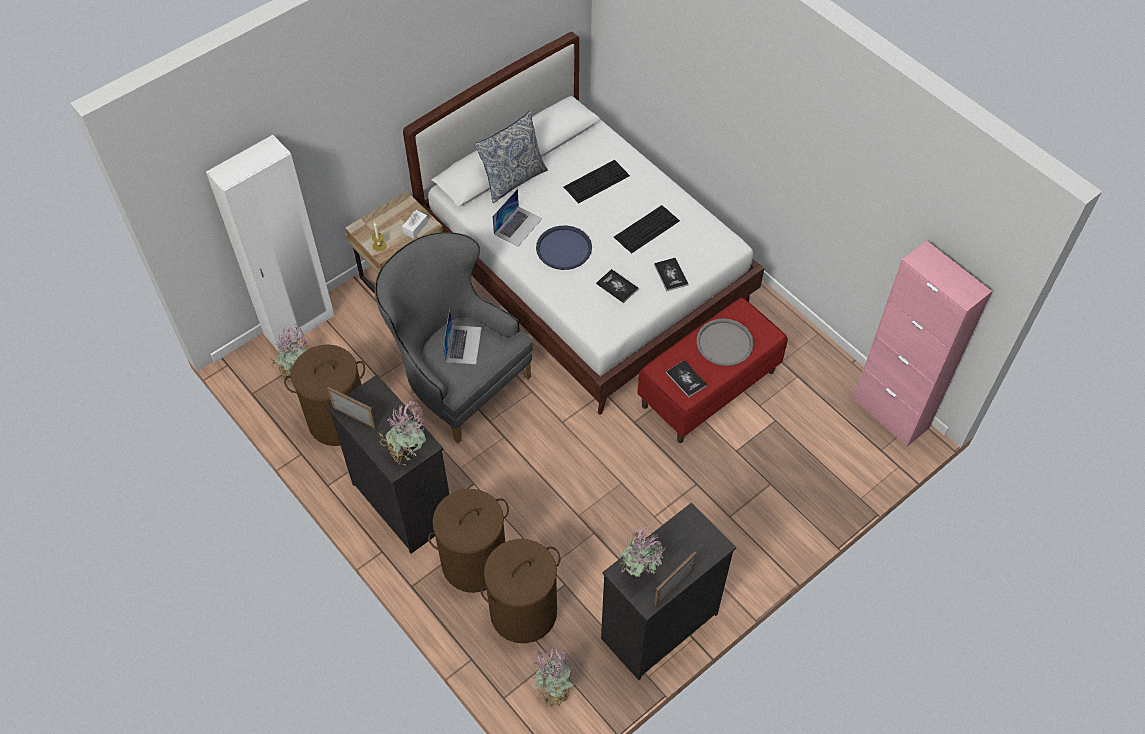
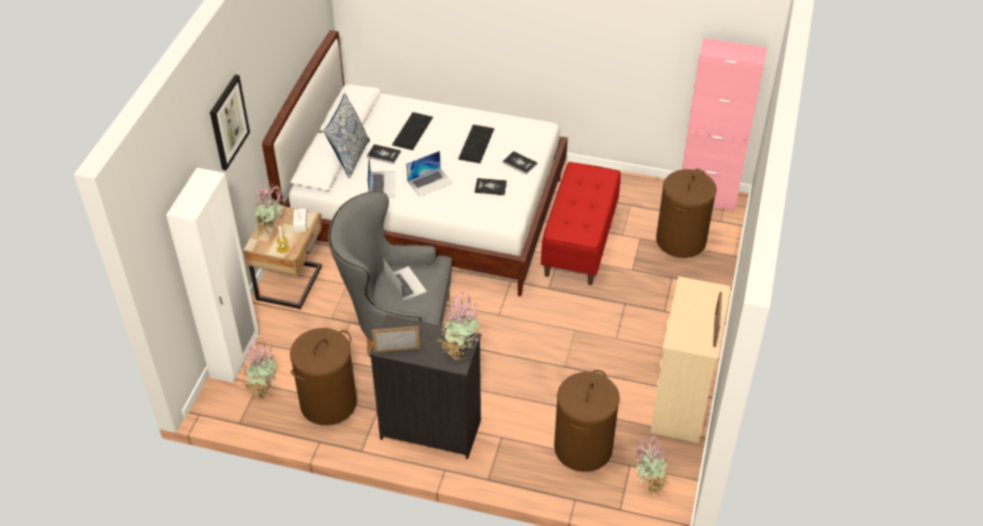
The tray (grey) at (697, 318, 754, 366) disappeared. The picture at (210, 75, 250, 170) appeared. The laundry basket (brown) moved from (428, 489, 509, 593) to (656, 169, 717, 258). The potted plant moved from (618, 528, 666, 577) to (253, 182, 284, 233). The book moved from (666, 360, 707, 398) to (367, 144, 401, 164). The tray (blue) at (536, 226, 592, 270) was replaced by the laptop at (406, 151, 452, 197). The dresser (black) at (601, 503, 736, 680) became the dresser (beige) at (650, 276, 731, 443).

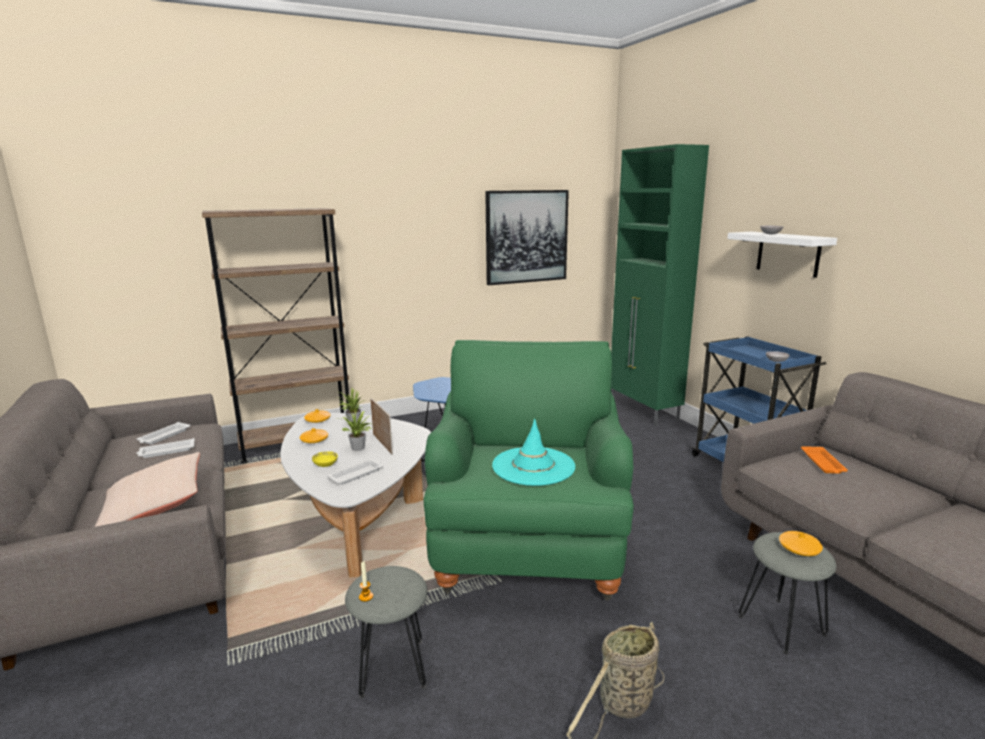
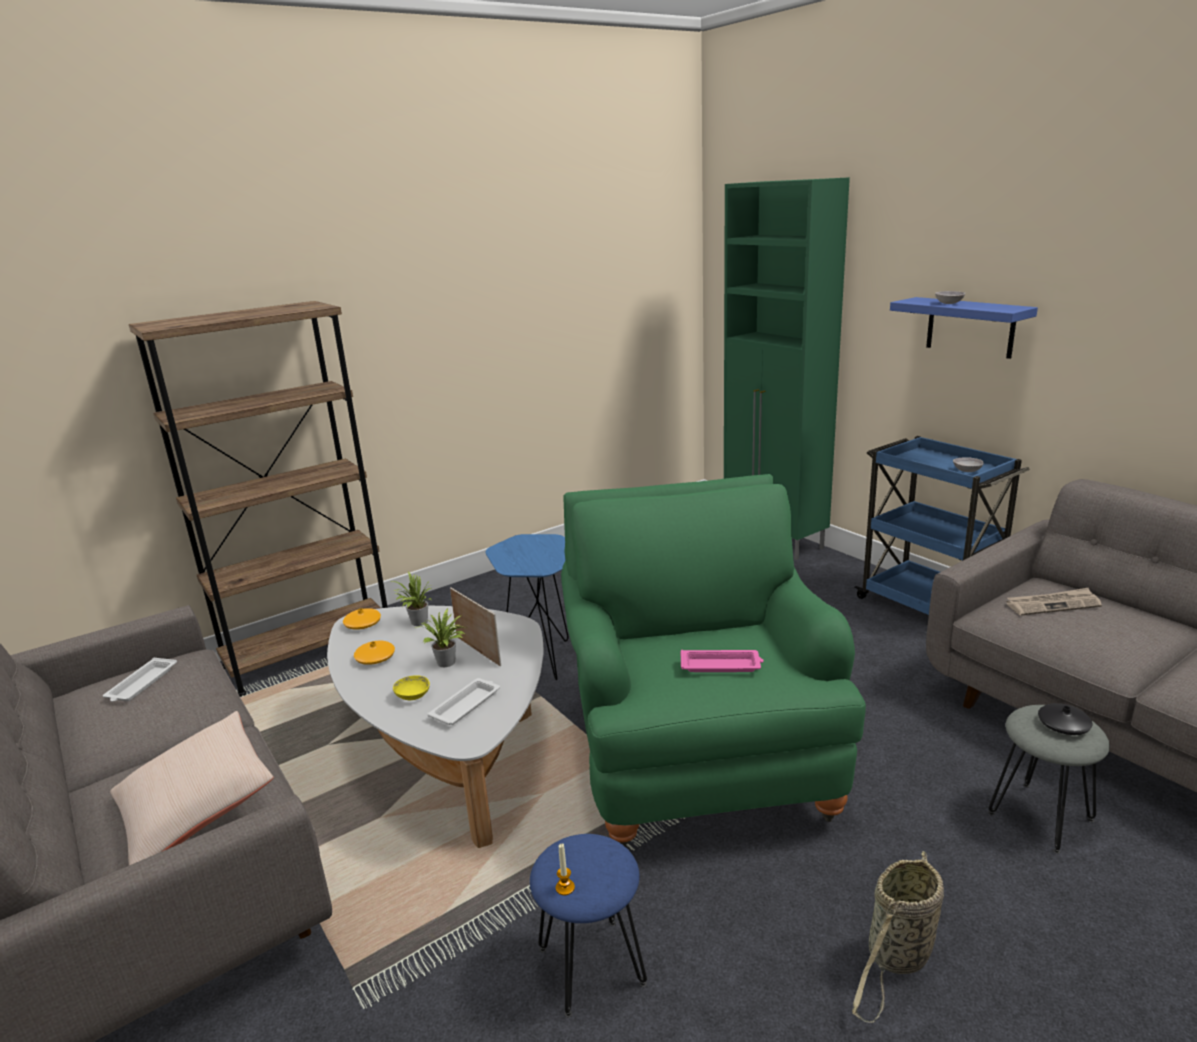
The tray (white) at (136, 438, 195, 458) disappeared. The picture at (485, 190, 569, 285) disappeared. The hat (turquoise) at (492, 419, 575, 486) was replaced by the tray (pink) at (681, 650, 764, 672). The tray (orange) at (801, 446, 848, 474) was replaced by the newspaper at (1006, 588, 1102, 616). The stool (grey) at (345, 566, 427, 699) became the stool (blue) at (530, 834, 647, 1018). The shelf (white) at (727, 232, 837, 278) became the shelf (blue) at (890, 297, 1038, 359). The vase (orange) at (779, 531, 823, 556) became the vase (black) at (1038, 703, 1092, 735).

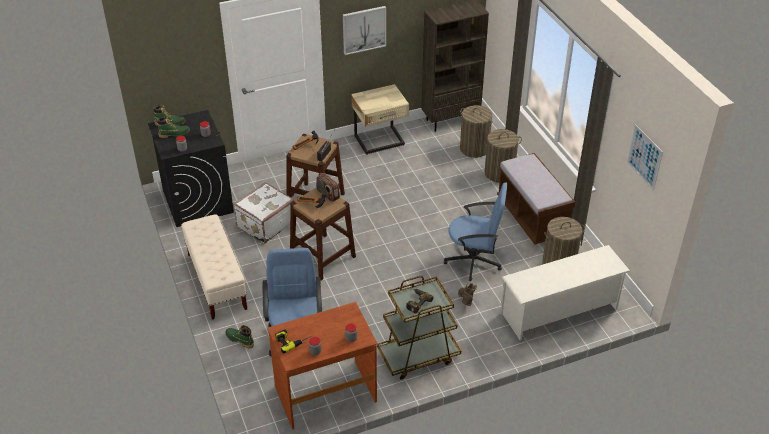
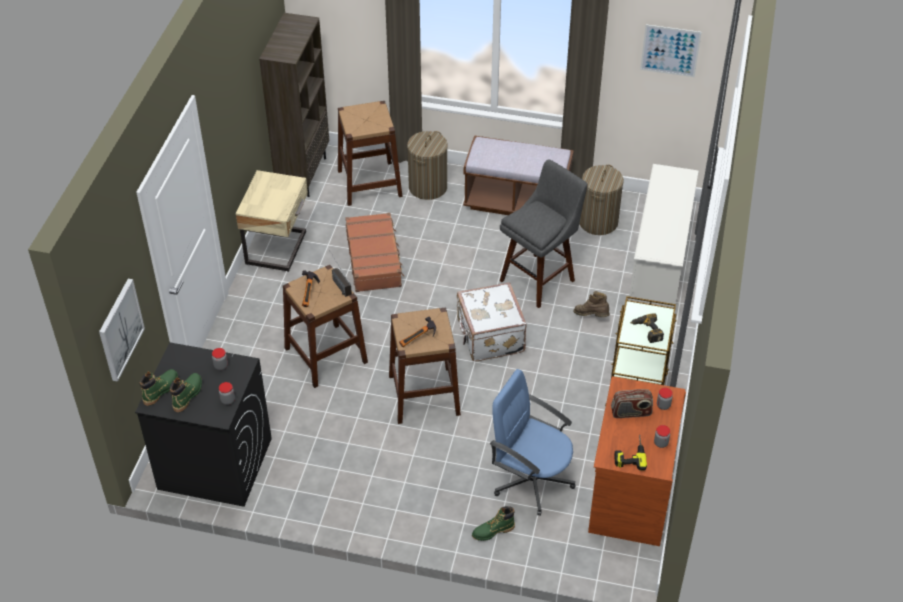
The bench (beige) at (181, 214, 247, 319) disappeared. The suitcase (brown) at (345, 213, 405, 292) appeared. The suitcase (white) moved from (233, 182, 294, 244) to (457, 282, 527, 361). The radio moved from (316, 173, 340, 202) to (611, 389, 653, 418). The picture moved from (343, 6, 386, 55) to (99, 279, 145, 382). The office chair (blue) at (444, 182, 508, 281) was replaced by the stool (grey) at (500, 159, 588, 308). The laundry basket at (460, 105, 493, 158) was replaced by the stool (brown) at (338, 101, 403, 206).

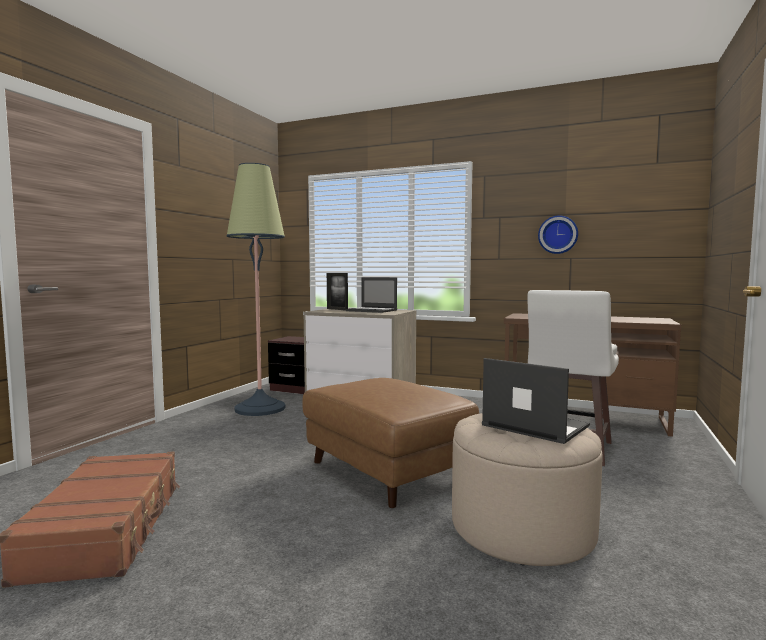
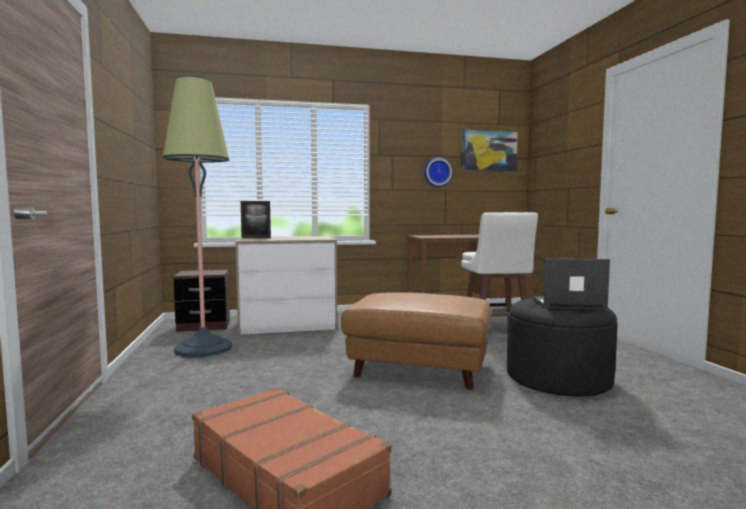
The laptop at (346, 277, 397, 313) disappeared. The picture at (461, 130, 518, 172) appeared. The ottoman (beige) at (452, 413, 602, 566) became the ottoman (black) at (507, 298, 617, 396).

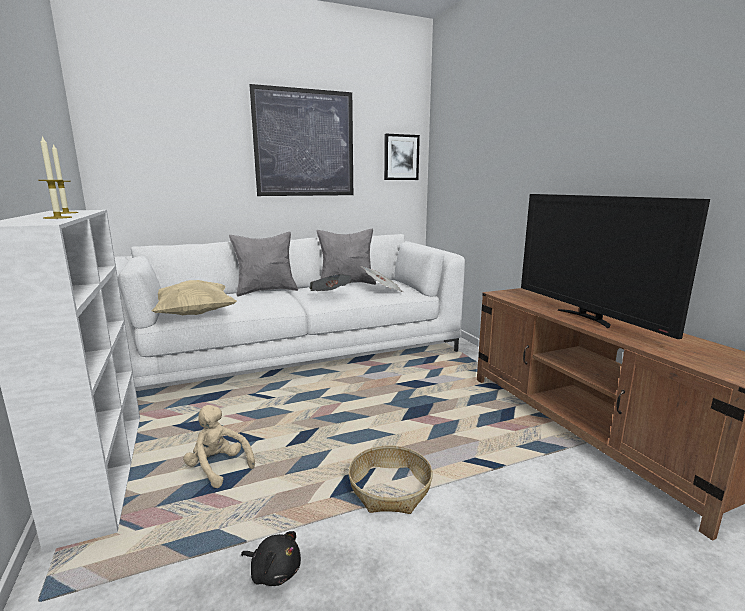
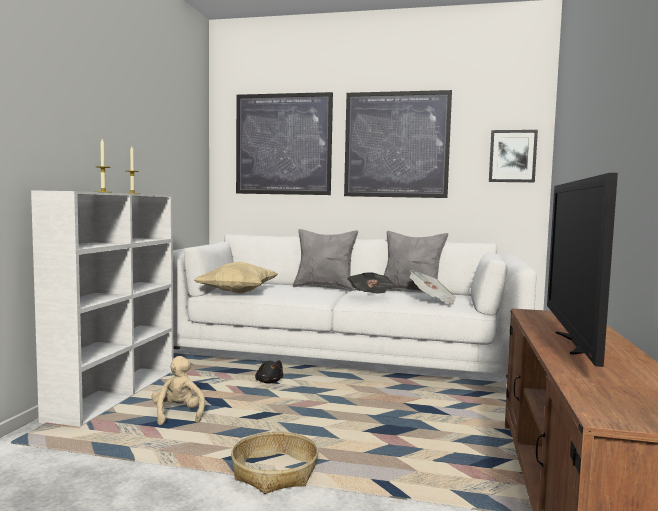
The picture at (236, 92, 333, 195) appeared. The plush toy (black) moved from (241, 531, 301, 586) to (255, 360, 283, 384).

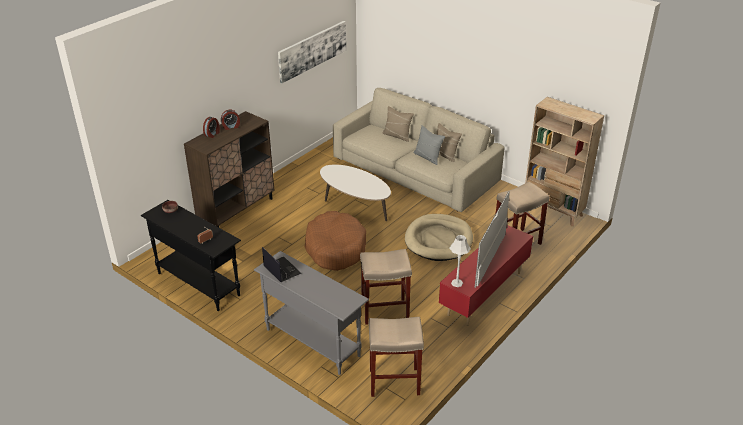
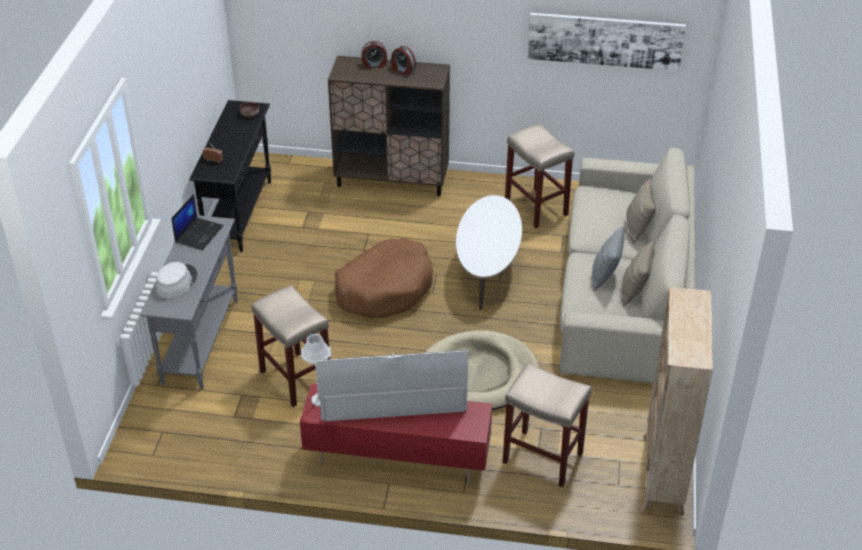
The hat (grey) at (156, 262, 197, 299) appeared. The stool (beige) moved from (369, 317, 424, 397) to (505, 124, 574, 229).

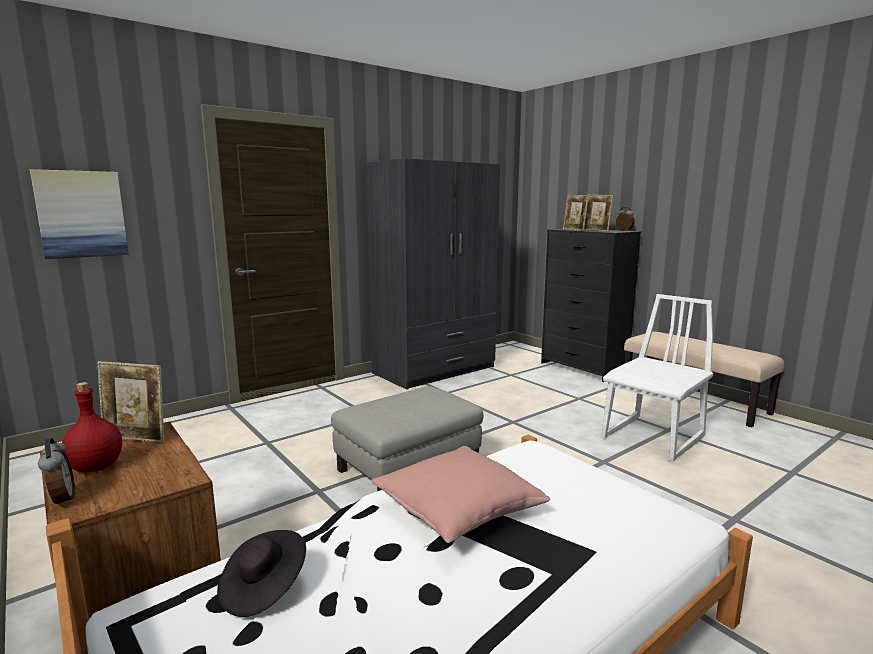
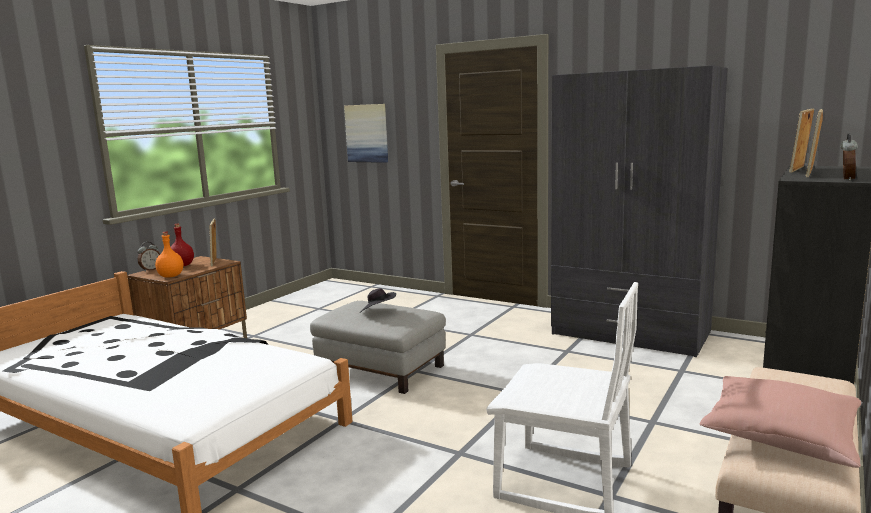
The bottle (orange) at (155, 232, 183, 278) appeared. The hat (black) moved from (217, 530, 306, 617) to (361, 288, 396, 312). The pillow (pink) moved from (371, 446, 550, 543) to (699, 376, 861, 468).

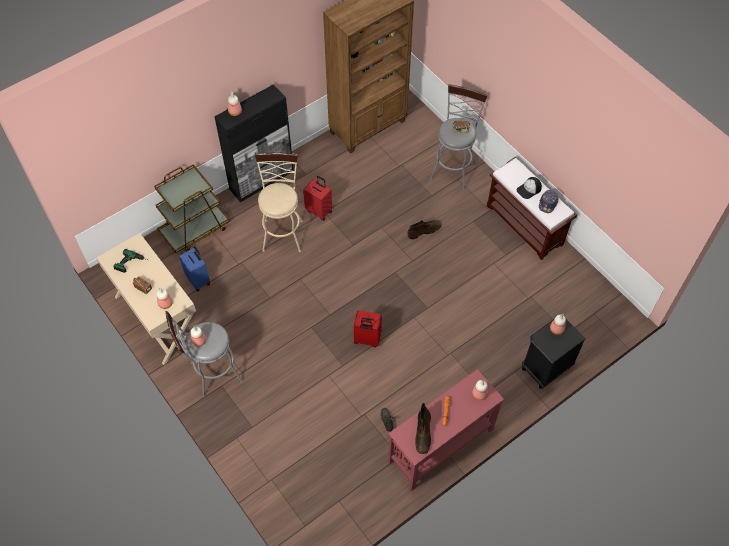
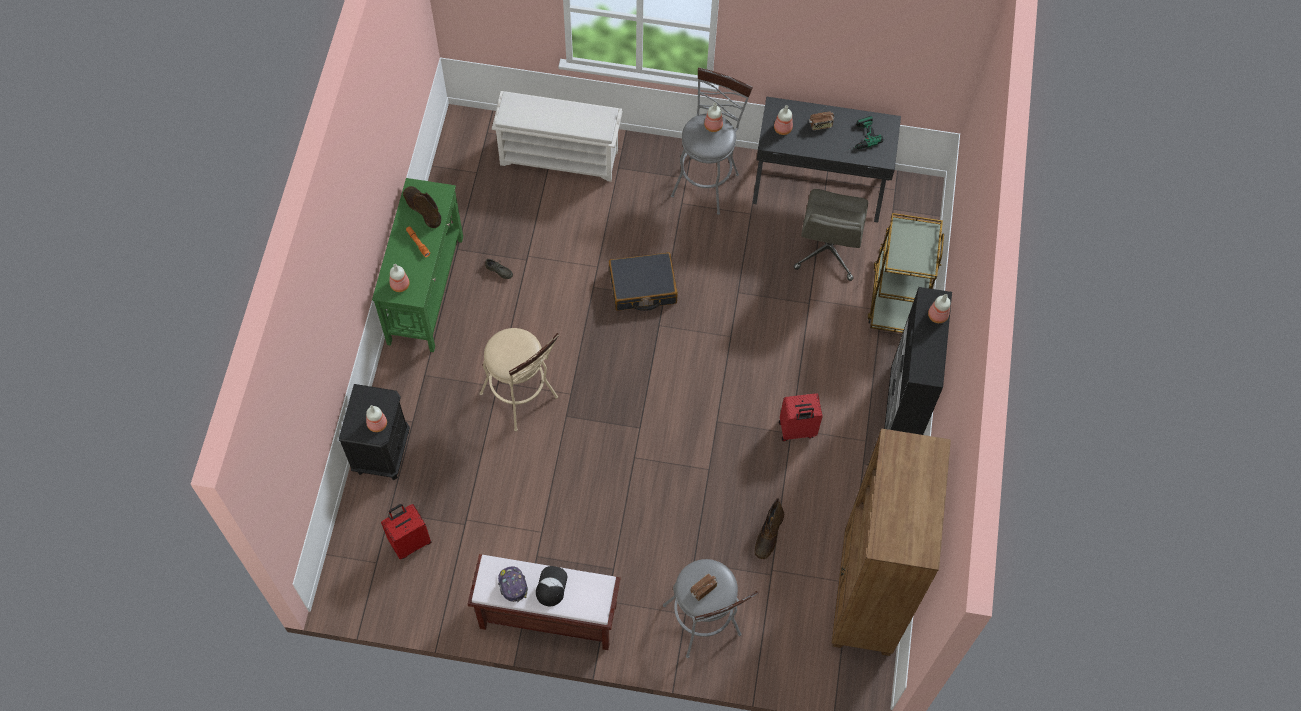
The shoe rack (white) at (492, 91, 622, 182) appeared. The suitcase (black) at (609, 252, 678, 311) appeared. The stool (beige) moved from (255, 153, 303, 252) to (480, 328, 559, 431). The suitcase (red) moved from (354, 310, 382, 347) to (381, 504, 431, 559). The boot (brown) moved from (407, 220, 441, 239) to (754, 498, 784, 559). The suitcase (blue) at (179, 247, 210, 291) was replaced by the office chair (grey) at (794, 189, 868, 281). The desk (beige) at (97, 233, 196, 365) became the desk (black) at (753, 96, 901, 222). The console table (red) at (388, 370, 504, 491) became the console table (green) at (372, 178, 463, 352).

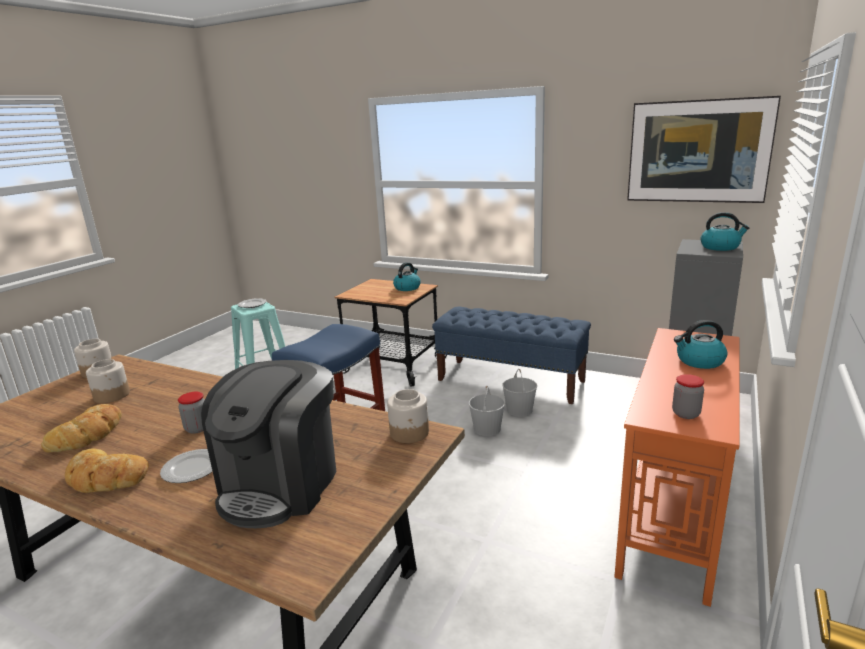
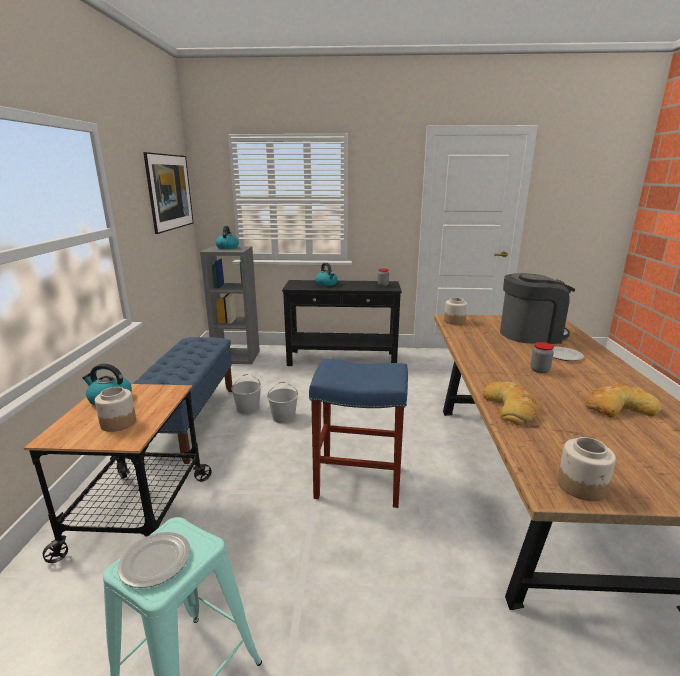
The bread moved from (65, 449, 149, 493) to (483, 381, 538, 425). The jar moved from (86, 359, 130, 403) to (95, 387, 136, 432). The console table (orange) at (614, 328, 739, 607) became the console table (black) at (282, 280, 402, 366).

